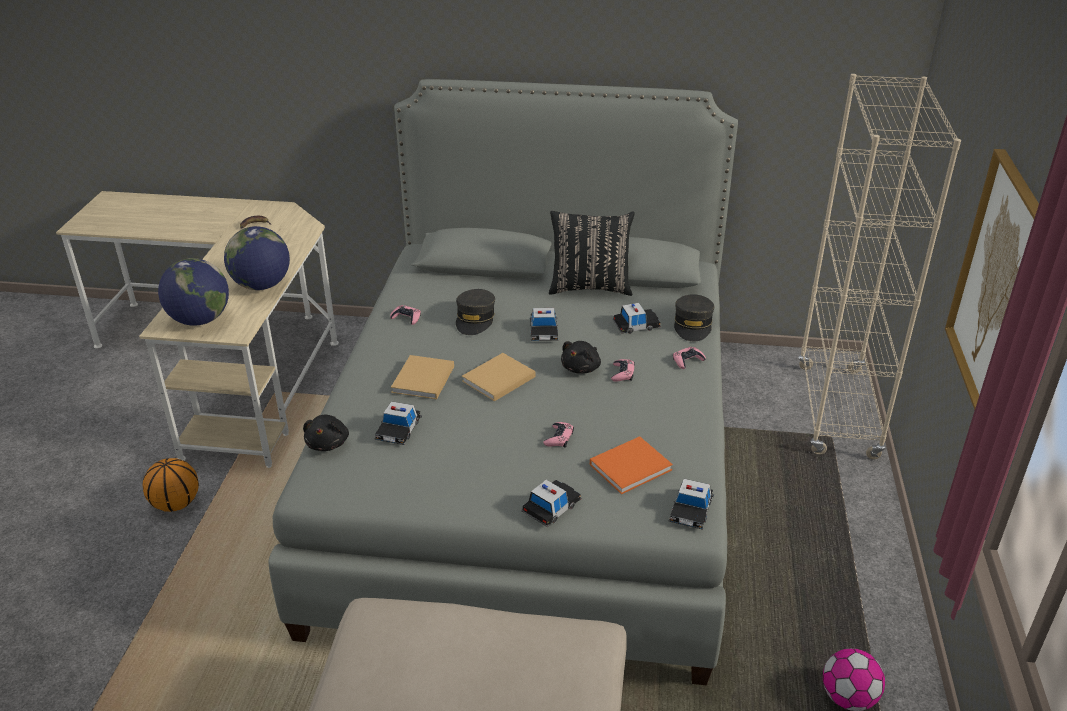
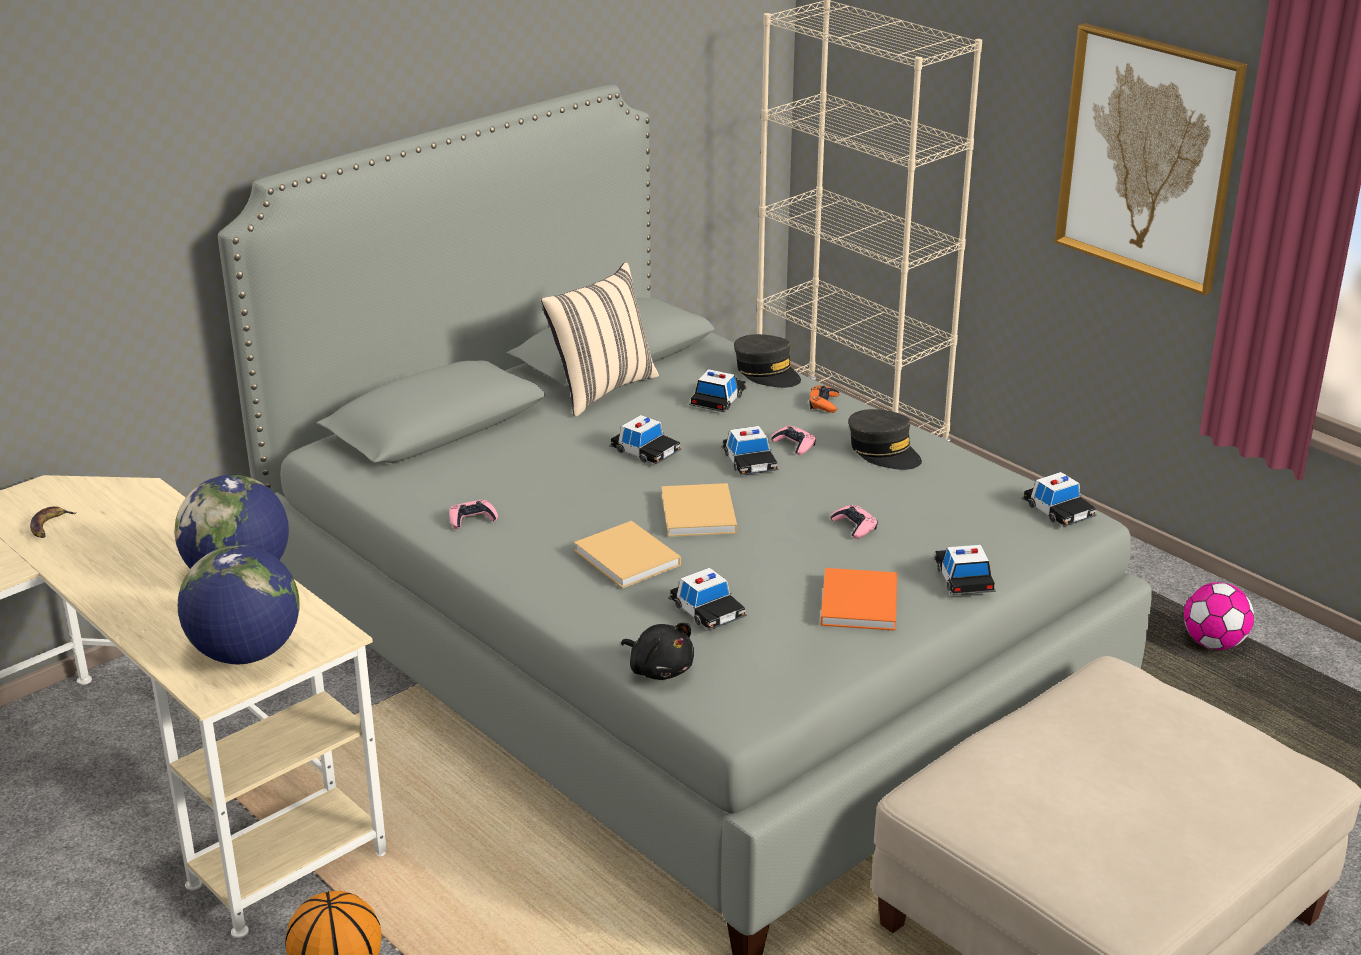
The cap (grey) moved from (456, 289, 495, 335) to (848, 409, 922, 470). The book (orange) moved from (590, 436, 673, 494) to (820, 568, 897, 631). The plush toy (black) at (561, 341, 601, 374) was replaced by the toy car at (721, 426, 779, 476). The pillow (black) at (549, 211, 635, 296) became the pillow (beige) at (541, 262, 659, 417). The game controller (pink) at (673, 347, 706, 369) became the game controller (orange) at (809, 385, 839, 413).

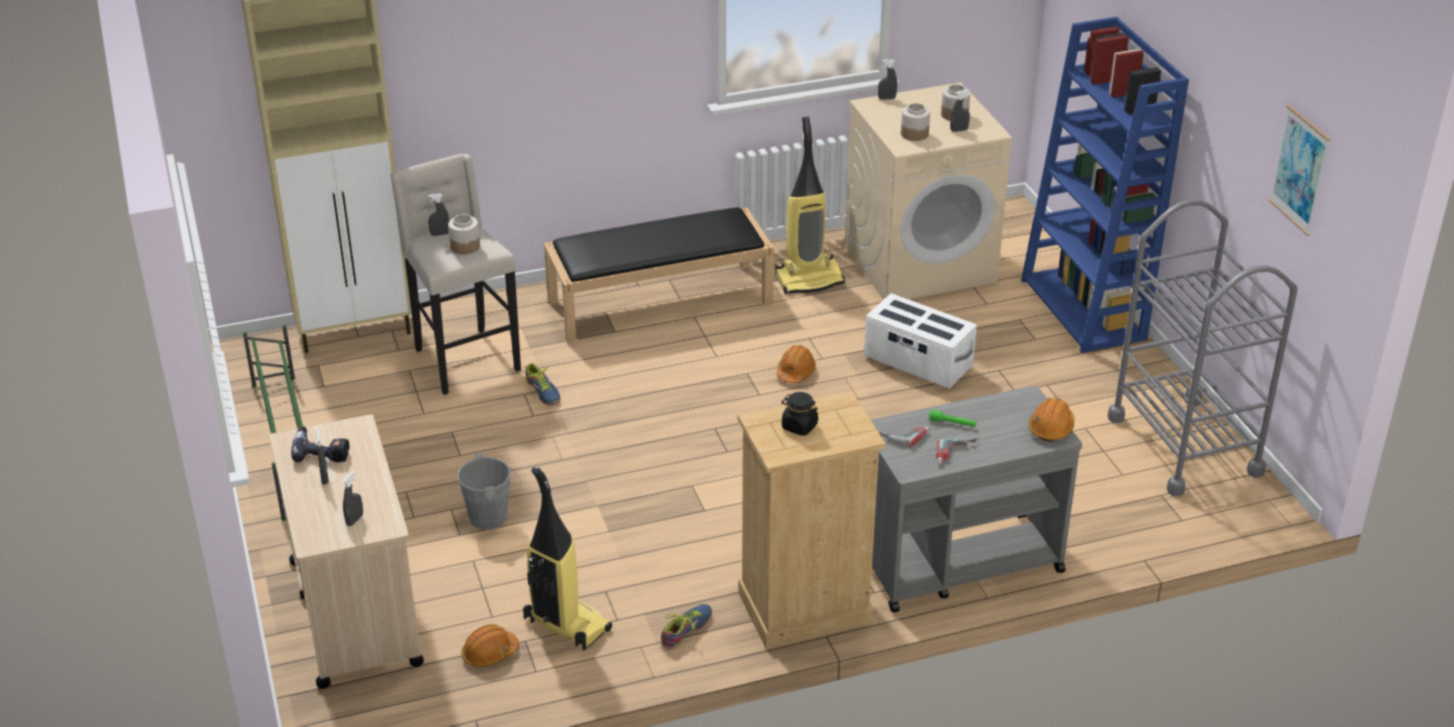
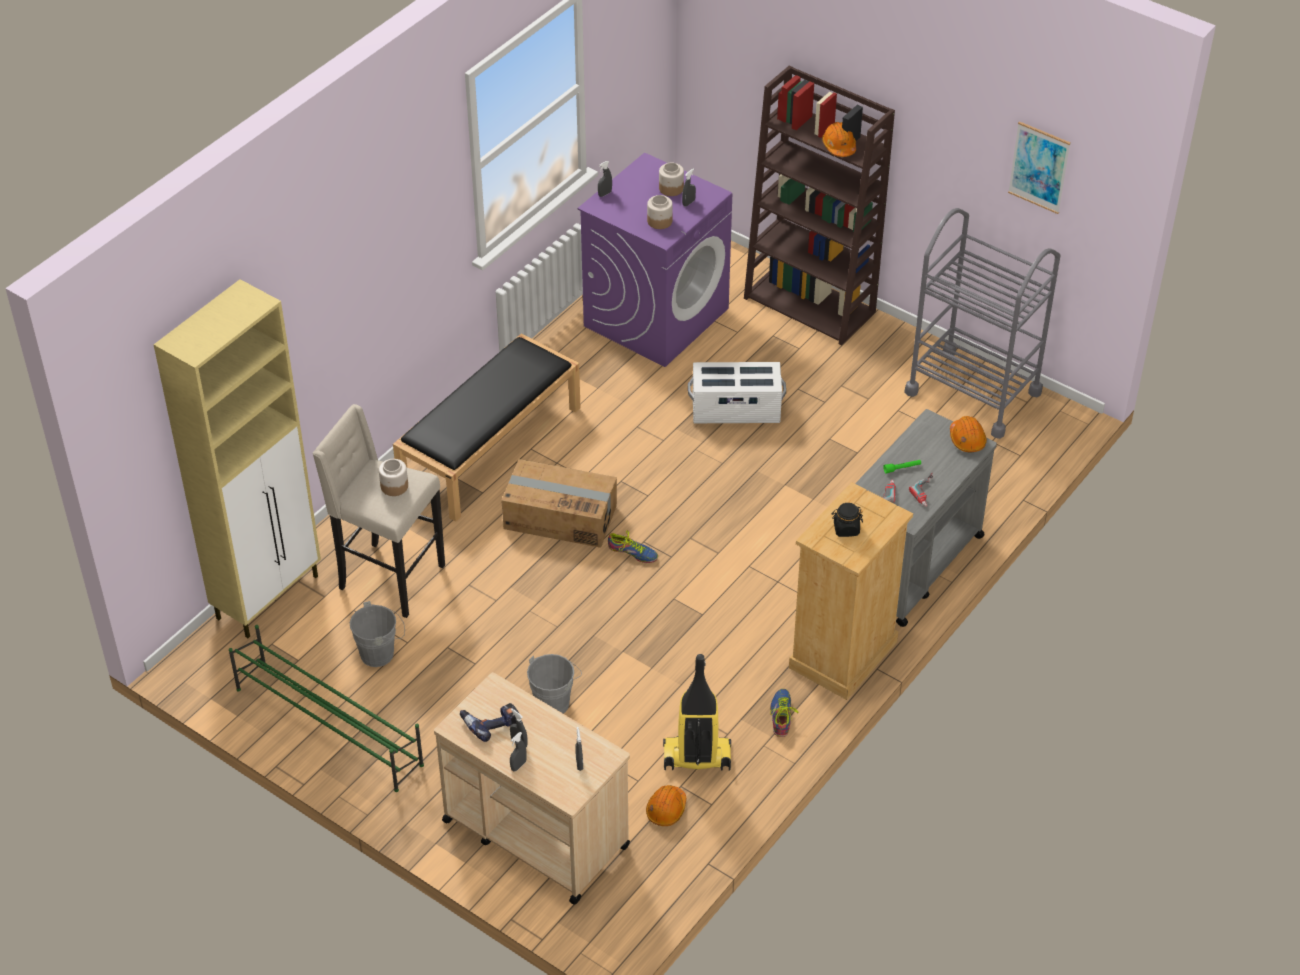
The vacuum cleaner at (775, 117, 845, 294) disappeared. The bucket (grey) at (350, 601, 405, 667) appeared. The cardboard box at (501, 459, 617, 548) appeared. The spray bottle (grey) moved from (428, 193, 449, 236) to (510, 732, 527, 772). The shoe moved from (523, 363, 560, 405) to (608, 530, 658, 563). The hard hat (orange) moved from (777, 345, 816, 383) to (822, 122, 856, 157). The washing machine (beige) at (845, 82, 1012, 300) became the washing machine (purple) at (578, 152, 732, 367). The bookcase (blue) at (1021, 17, 1189, 353) became the bookcase (brown) at (744, 65, 895, 346).

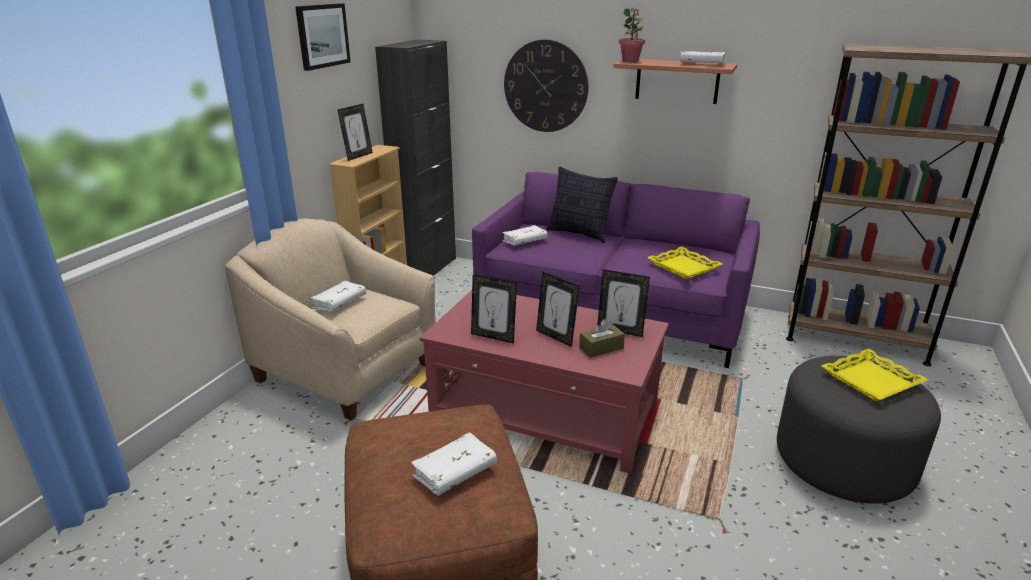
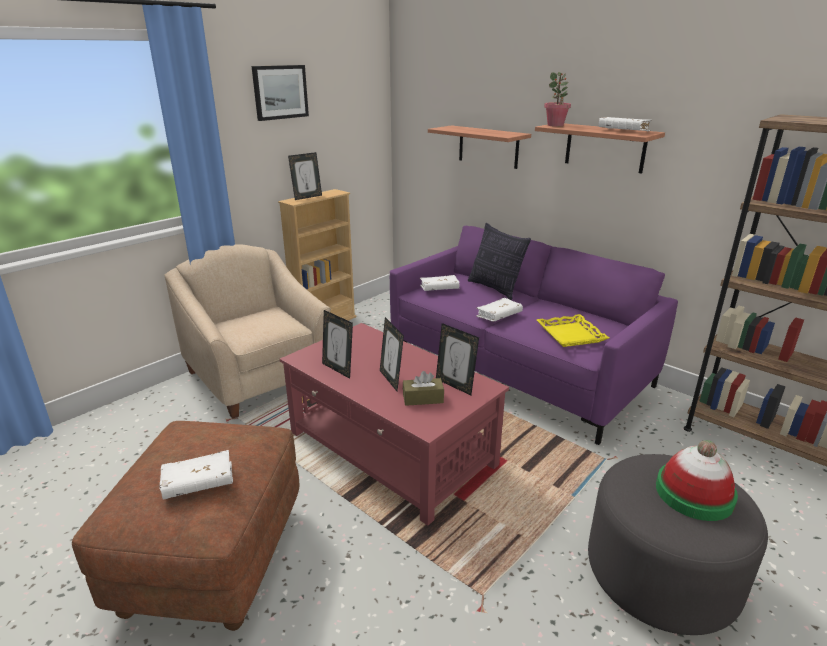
The cabinet (black) at (375, 40, 456, 276) disappeared. The book (white) moved from (310, 281, 366, 312) to (476, 298, 523, 322). The wall clock at (504, 39, 588, 132) was replaced by the shelf at (428, 125, 531, 169). The tray (yellow) at (821, 349, 928, 401) was replaced by the hat at (656, 440, 738, 521).

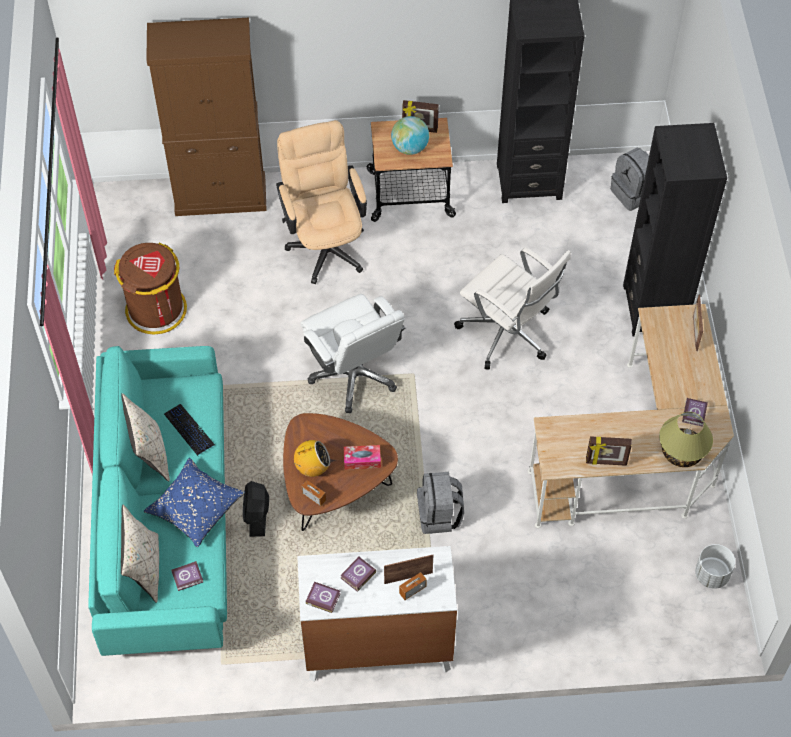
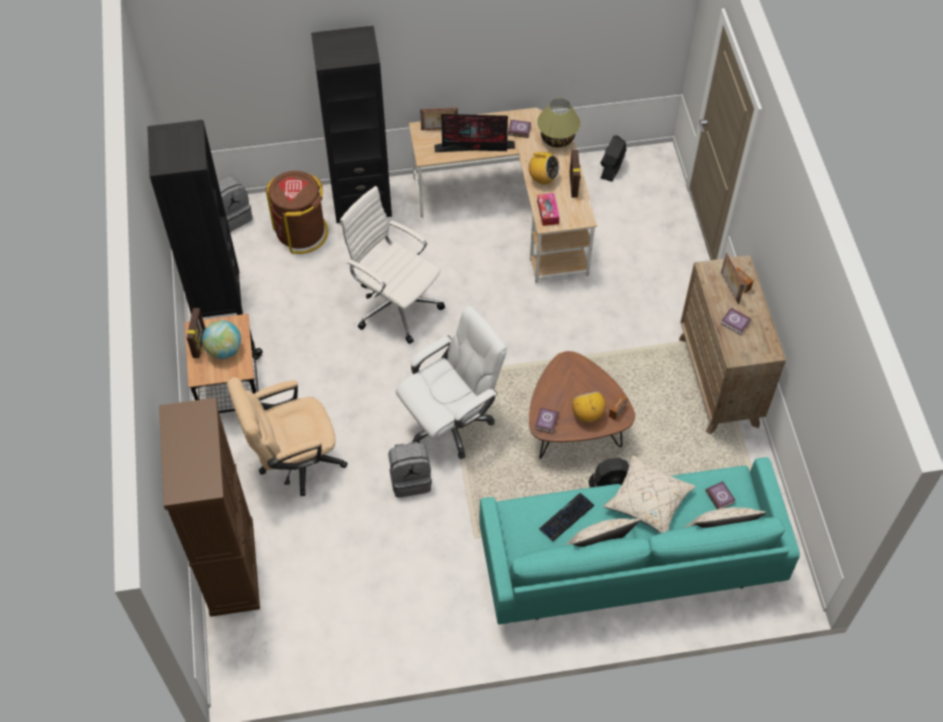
The monitor at (434, 114, 515, 152) appeared. The radio at (526, 152, 560, 185) appeared. The trash can (brown) moved from (114, 243, 187, 334) to (266, 171, 328, 254). The book moved from (306, 582, 341, 613) to (535, 408, 559, 434). The tissue box moved from (343, 445, 381, 470) to (537, 193, 559, 226). The backpack (grey) moved from (417, 472, 464, 534) to (388, 442, 432, 498). The planter (white) at (695, 544, 735, 589) was replaced by the fan (black) at (600, 135, 626, 182). The pillow (blue) at (144, 458, 245, 547) became the pillow (beige) at (603, 455, 696, 534). The dresser (white) at (297, 546, 457, 682) became the dresser (brown) at (679, 255, 786, 435). The office chair (white) at (454, 247, 571, 370) turned 90 degrees counterclockwise.

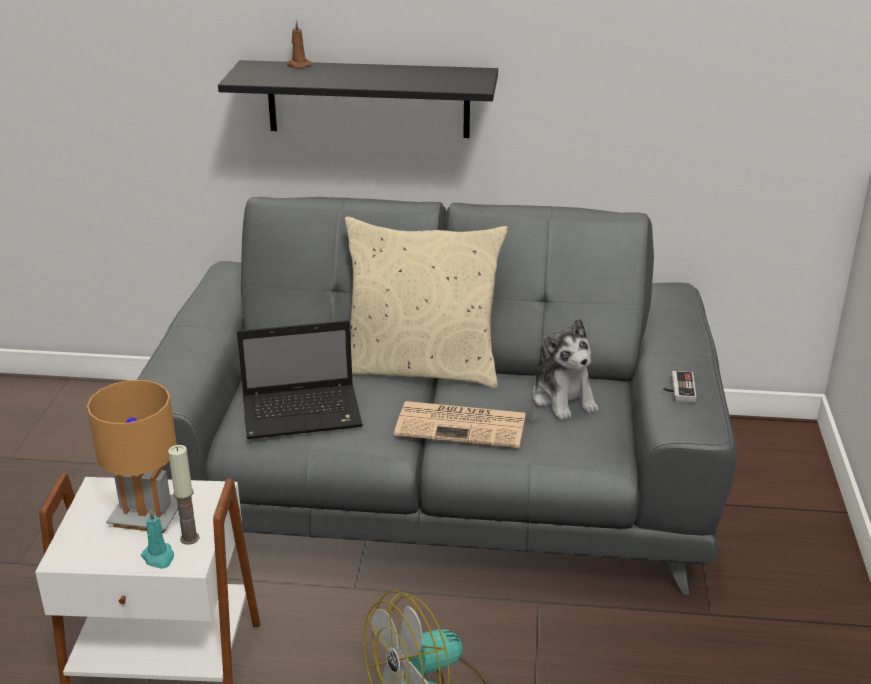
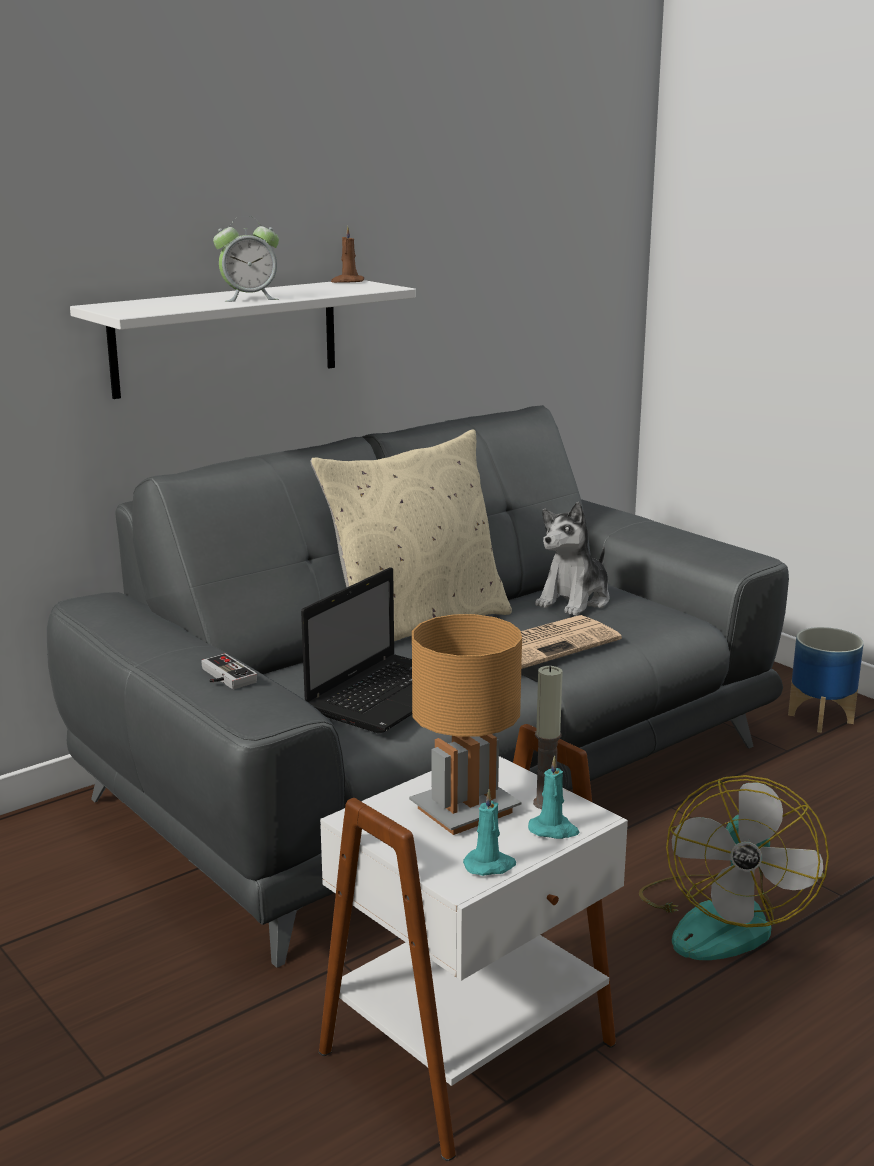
The alarm clock at (213, 216, 279, 302) appeared. The candle (turquoise) at (463, 789, 516, 876) appeared. The planter at (788, 627, 864, 733) appeared. The candle (brown) moved from (287, 20, 312, 69) to (331, 226, 364, 283). The game controller moved from (663, 371, 696, 403) to (201, 653, 257, 689). The shelf (black) at (218, 60, 498, 138) became the shelf (white) at (70, 280, 416, 399). The plush toy at (532, 318, 598, 420) turned 105 degrees clockwise.

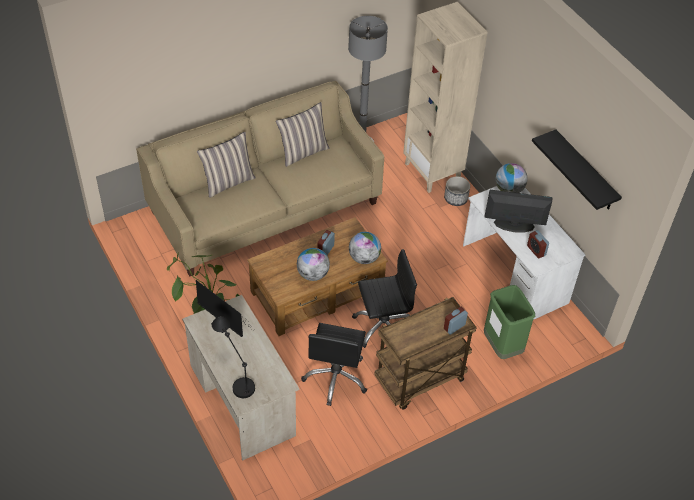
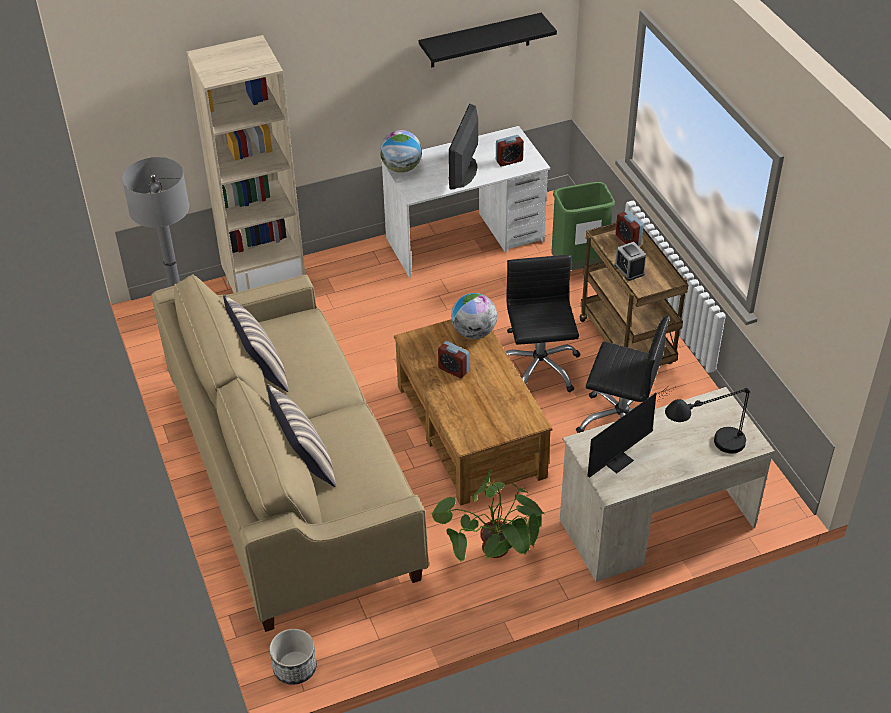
The globe at (297, 248, 330, 281) disappeared. The alarm clock at (614, 242, 646, 281) appeared. The planter moved from (444, 176, 470, 206) to (269, 629, 317, 685).

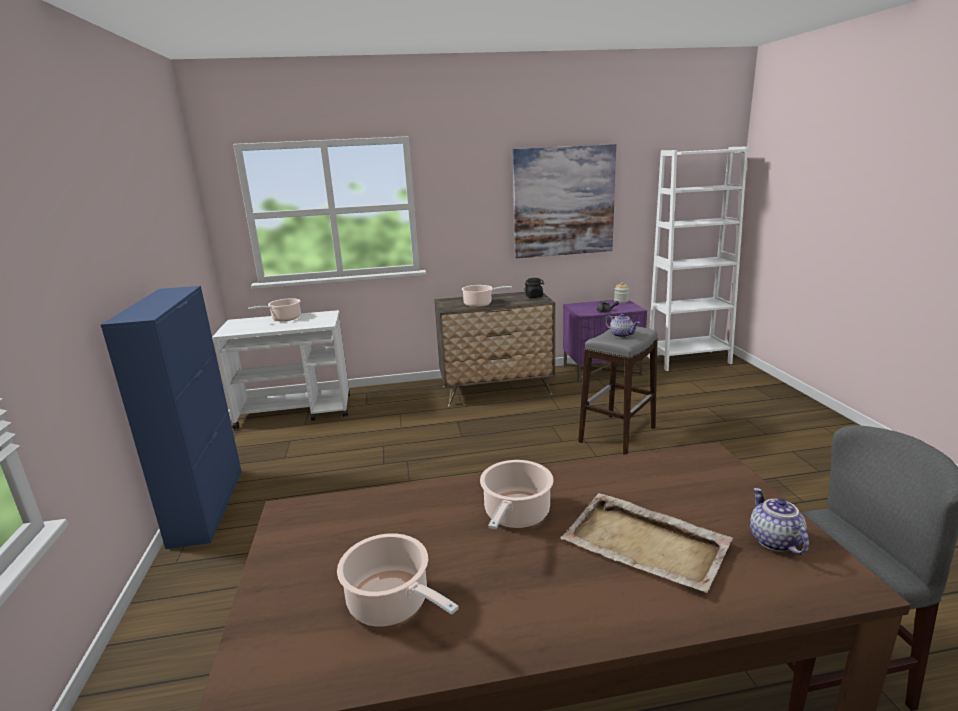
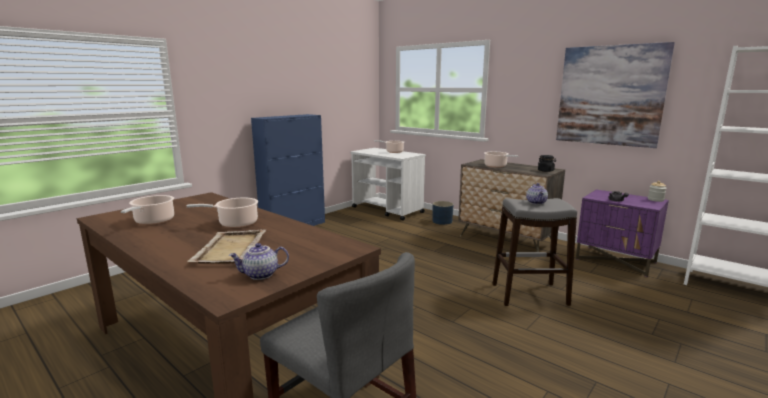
The planter (blue) at (432, 201, 454, 225) appeared. The teapot at (750, 488, 809, 555) turned 150 degrees counterclockwise.

